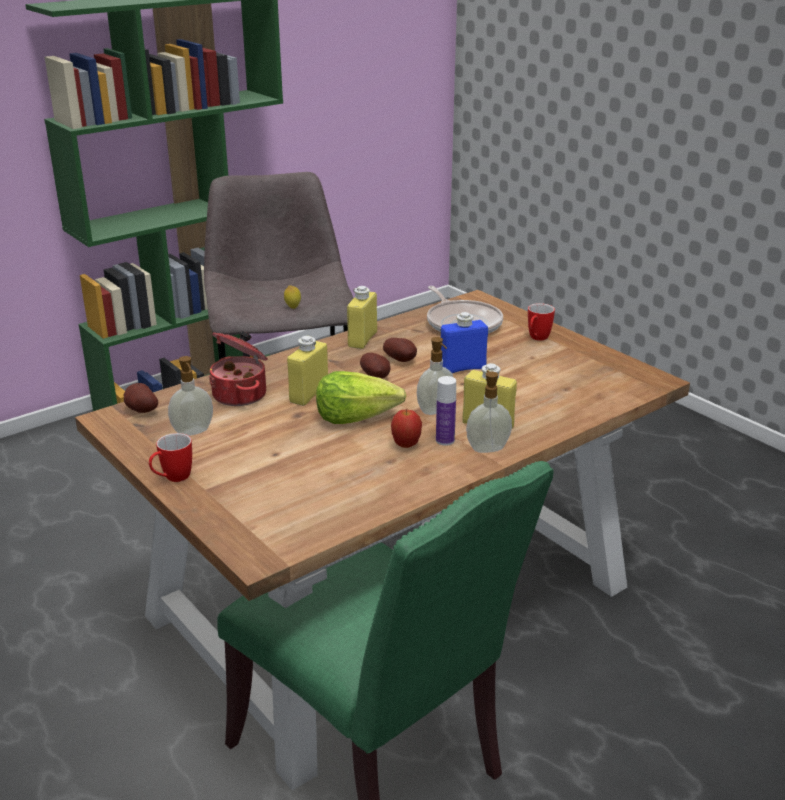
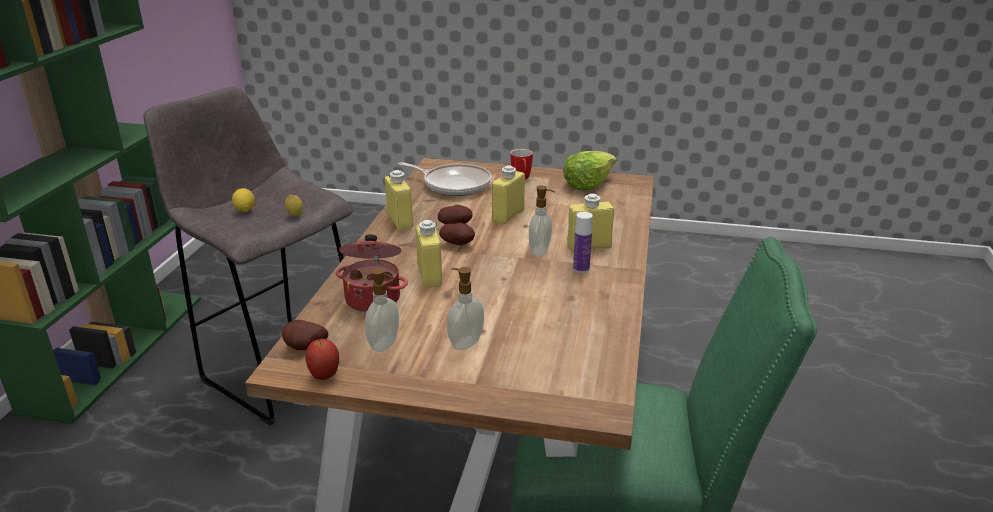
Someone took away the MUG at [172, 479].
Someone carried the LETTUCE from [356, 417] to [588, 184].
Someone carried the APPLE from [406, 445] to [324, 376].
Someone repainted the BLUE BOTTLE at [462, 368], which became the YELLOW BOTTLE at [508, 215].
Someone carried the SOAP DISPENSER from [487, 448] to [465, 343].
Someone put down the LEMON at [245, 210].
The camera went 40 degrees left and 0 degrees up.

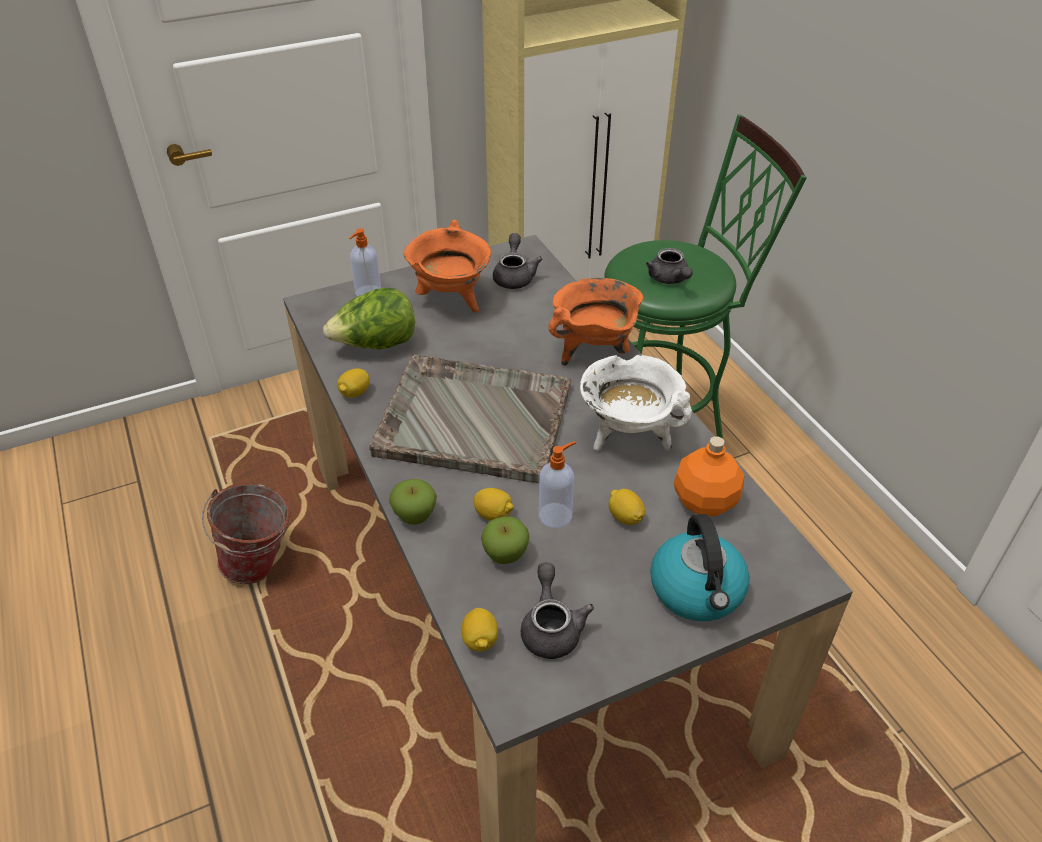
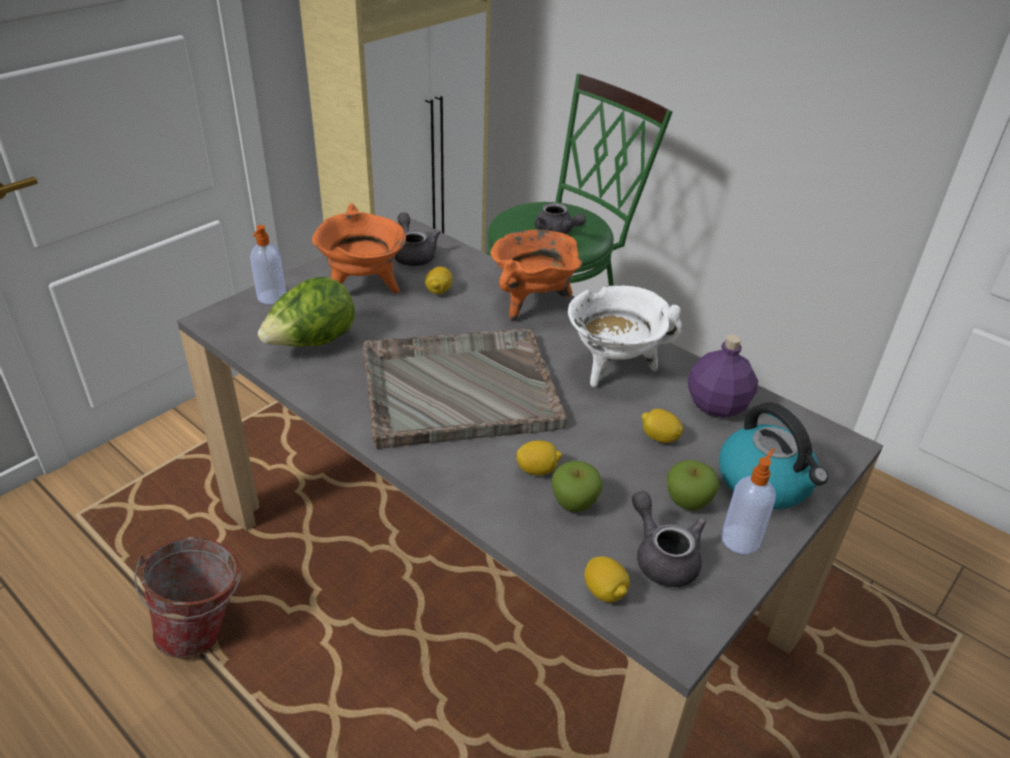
Someone carried the LEMON from [355, 393] to [439, 291].
Someone carried the APPLE from [415, 516] to [687, 502].
Someone carried the SOAP DISPENSER from [556, 515] to [741, 538].
Someone repainted the ORANGE BOTTLE at [704, 500], which became the PURPLE BOTTLE at [716, 405].
The camera went 25 degrees left and 5 degrees down.

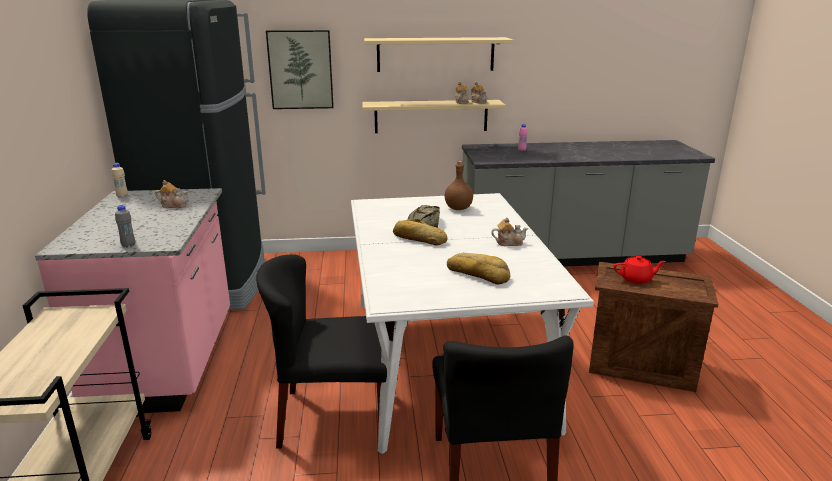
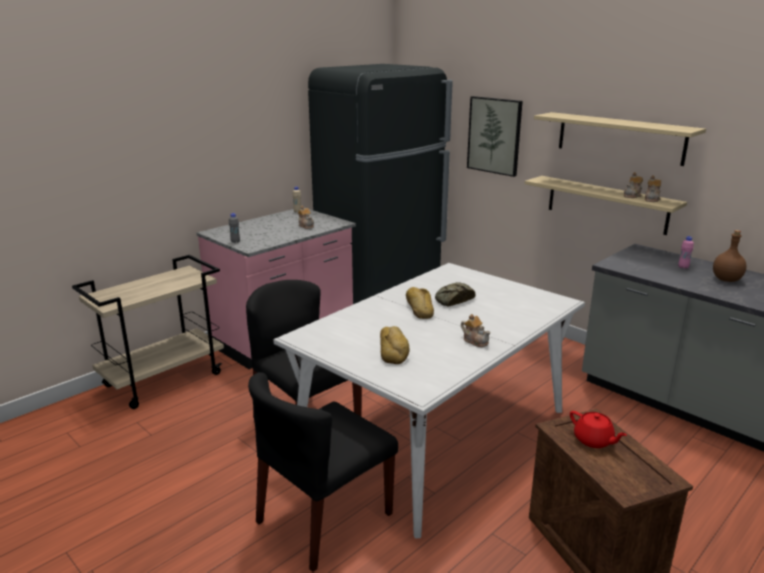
Someone carried the BROWN BOTTLE from [458, 208] to [727, 280].
The camera went 50 degrees right and 0 degrees up.

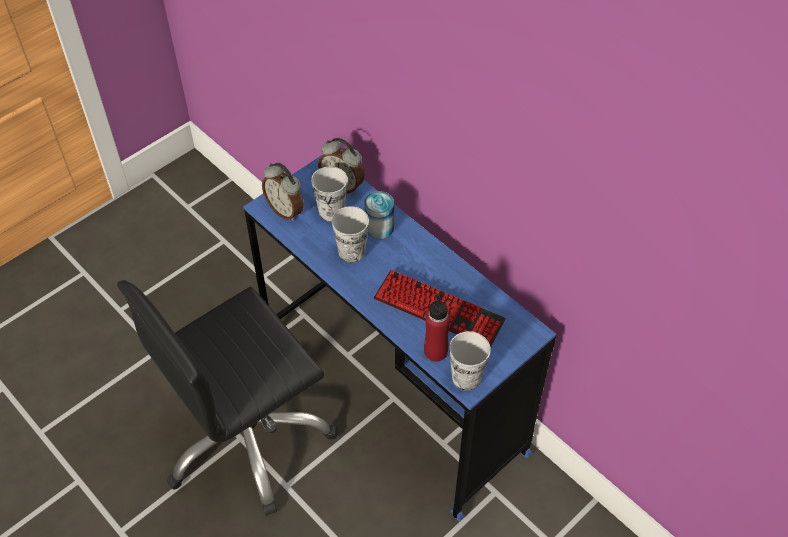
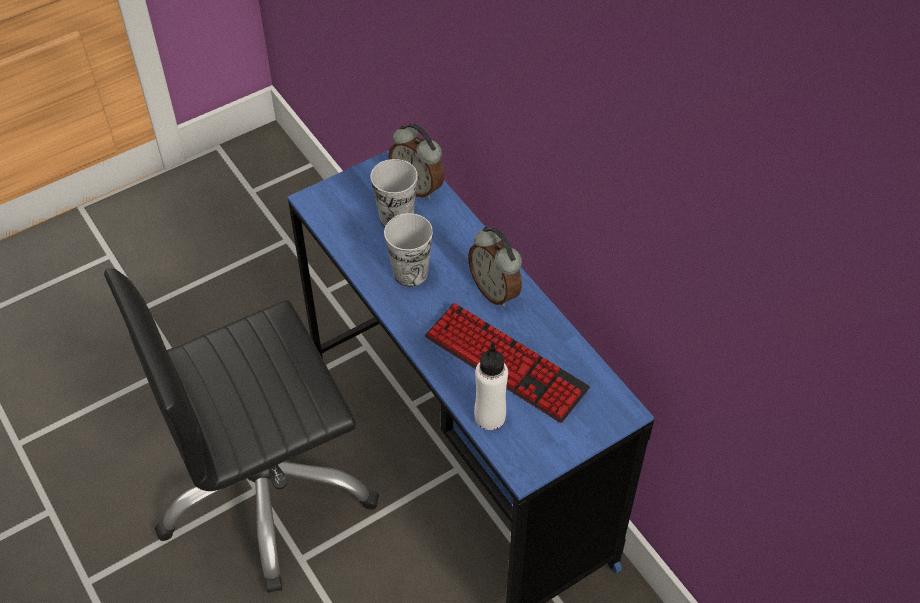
Someone carried the ALARM CLOCK from [286, 210] to [495, 291].
Someone took away the CAN at [379, 227].
Someone repainted the RED BOTTLE at [435, 351], which became the WHITE BOTTLE at [490, 417].
Someone took away the CUP at [466, 377].
The camera went 10 degrees right and 0 degrees up.

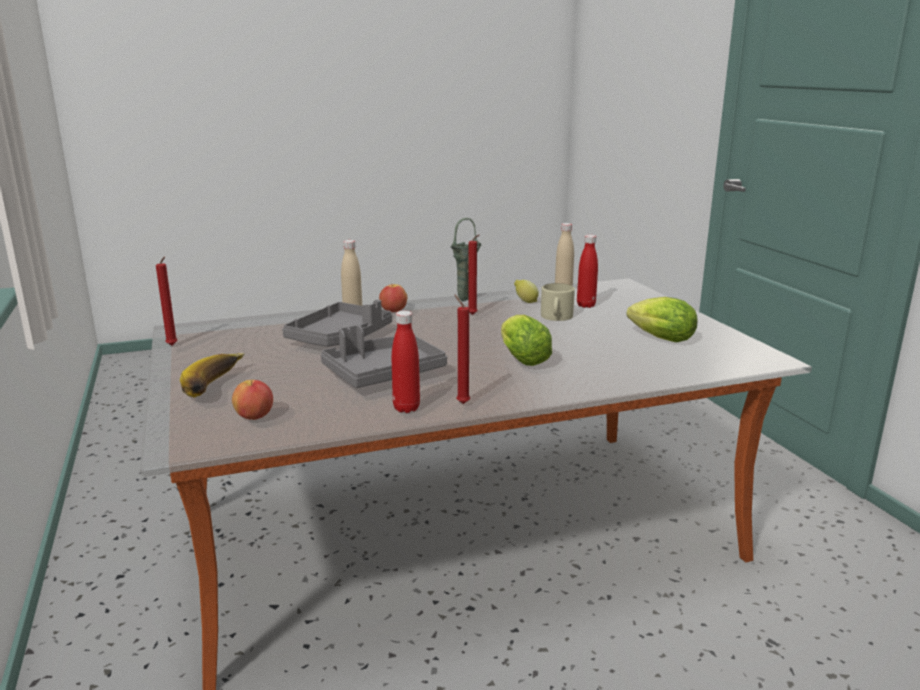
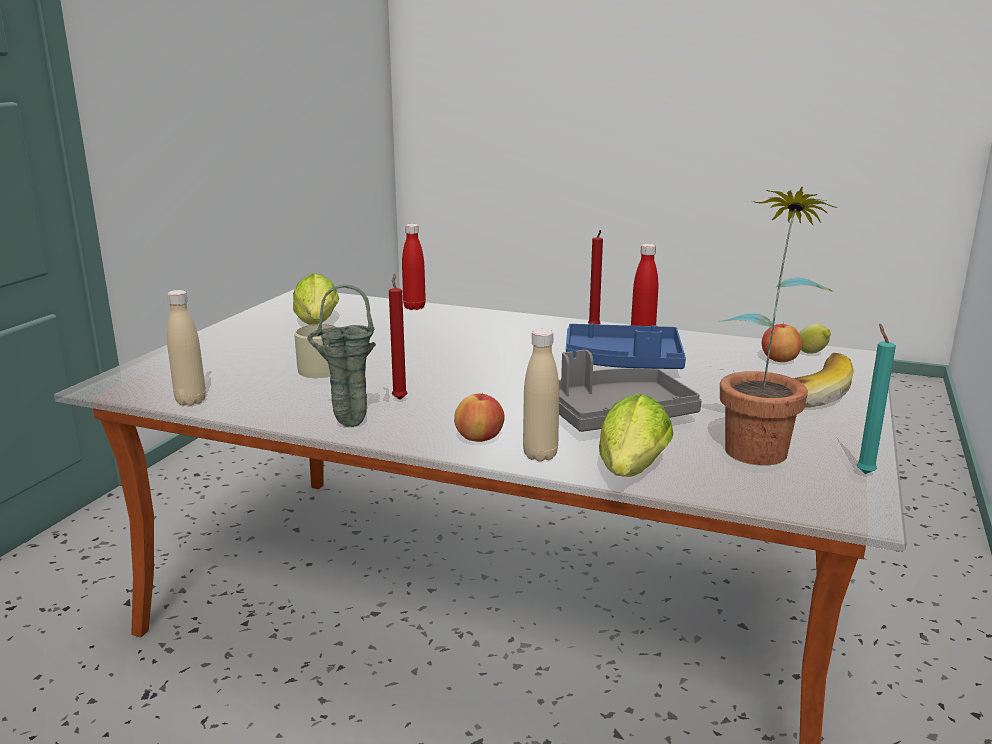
Someone repainted the RED CANDLE at [173, 346], which became the TURQUOISE CANDLE at [863, 472].
Someone repainted the GREY TRAY at [383, 374], which became the BLUE TRAY at [623, 363].
Someone carried the LETTUCE from [521, 358] to [630, 474].
Someone carried the LEMON from [525, 302] to [812, 354].
Someone carried the RED BOTTLE from [586, 305] to [414, 307].
Someone put down the POTTED PLANT at [761, 444].
The camera went 140 degrees left and 0 degrees up.

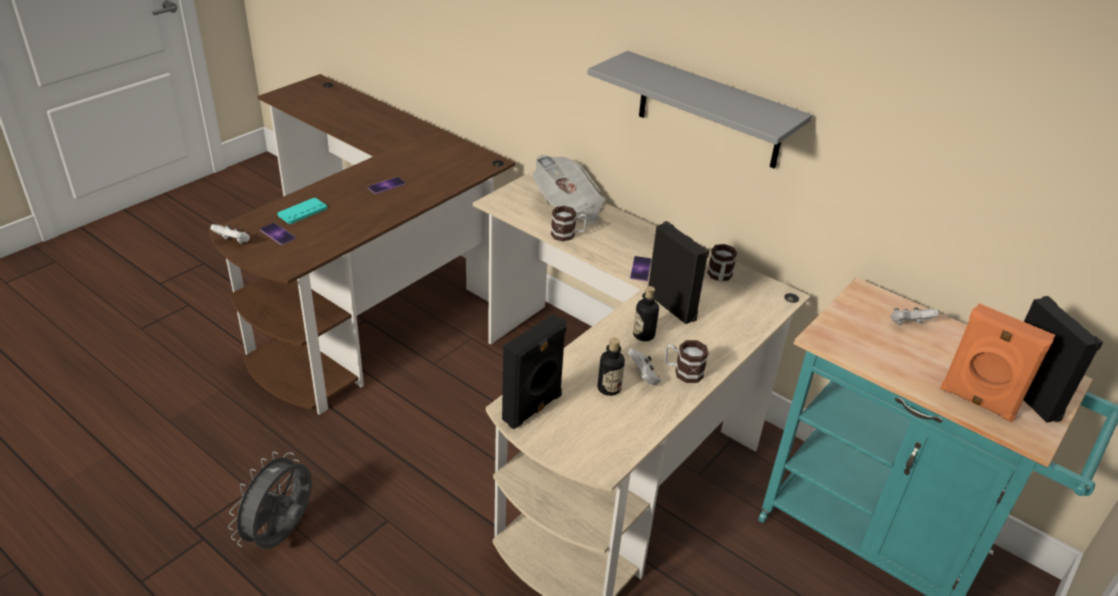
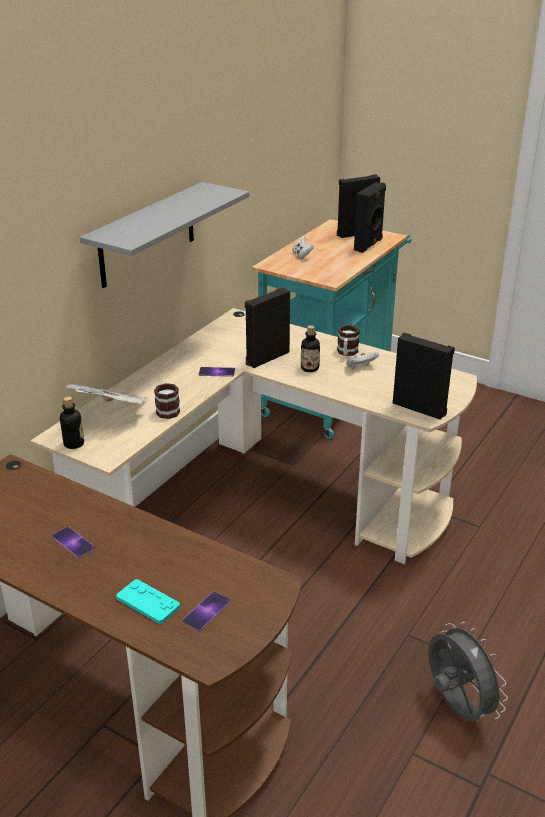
Someone took away the WHITE GAME CONTROLLER at [233, 242].
Someone rotated the GREY FAN at [282, 535] by 135 degrees counterclockwise.
Someone carried the BOTTLE from [609, 388] to [74, 444].
Someone took away the MUG at [719, 277].
Someone repainted the ORANGE SPEAKER at [977, 402], which became the BLACK SPEAKER at [369, 245].
The camera went 95 degrees left and 5 degrees down.

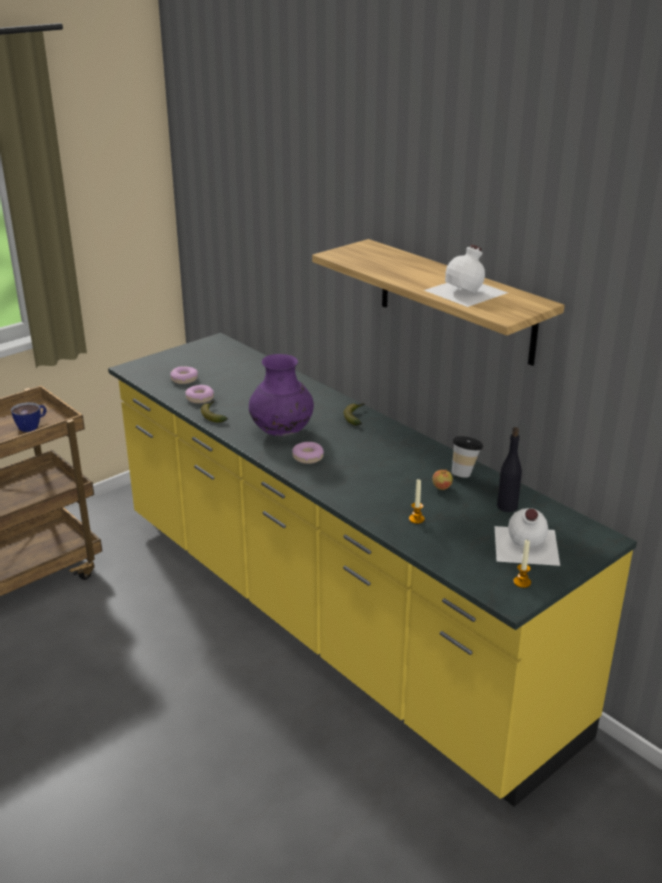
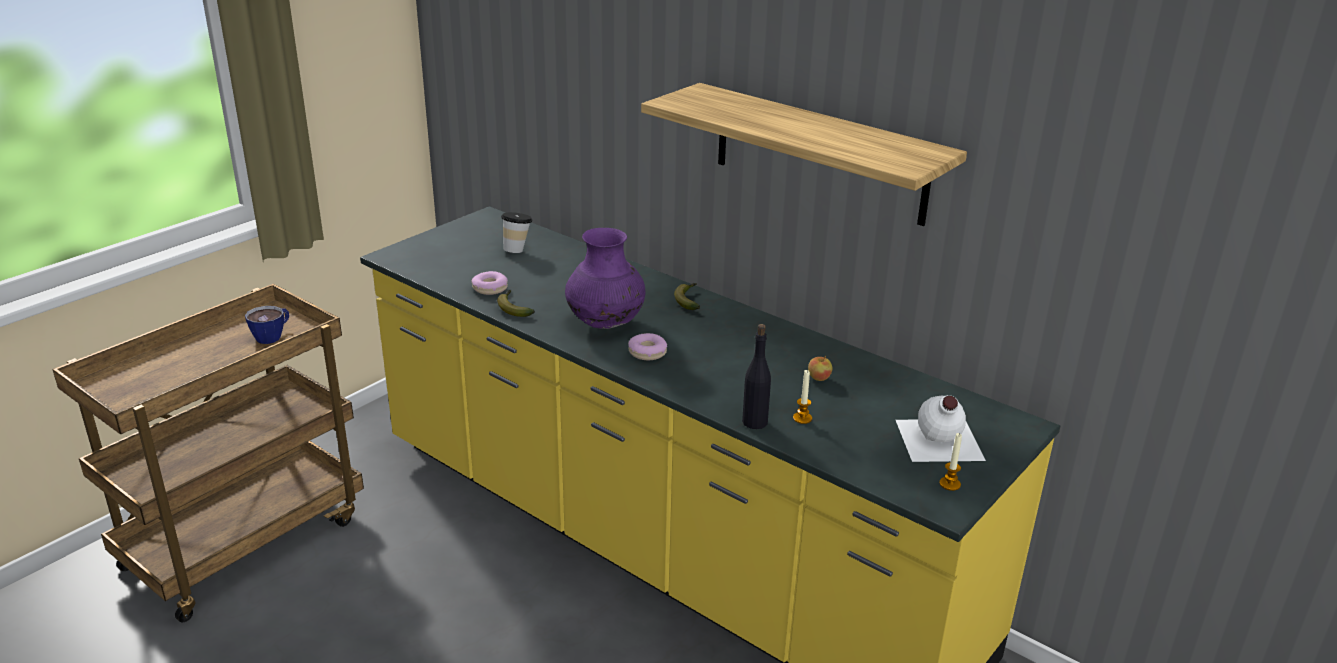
Someone took away the DONUT at [184, 379].
Someone took away the WHITE BOTTLE at [467, 291].
Someone carried the CUP from [464, 473] to [517, 250].
Someone carried the BLACK BOTTLE from [507, 506] to [755, 422].
The camera went 10 degrees left and 0 degrees up.

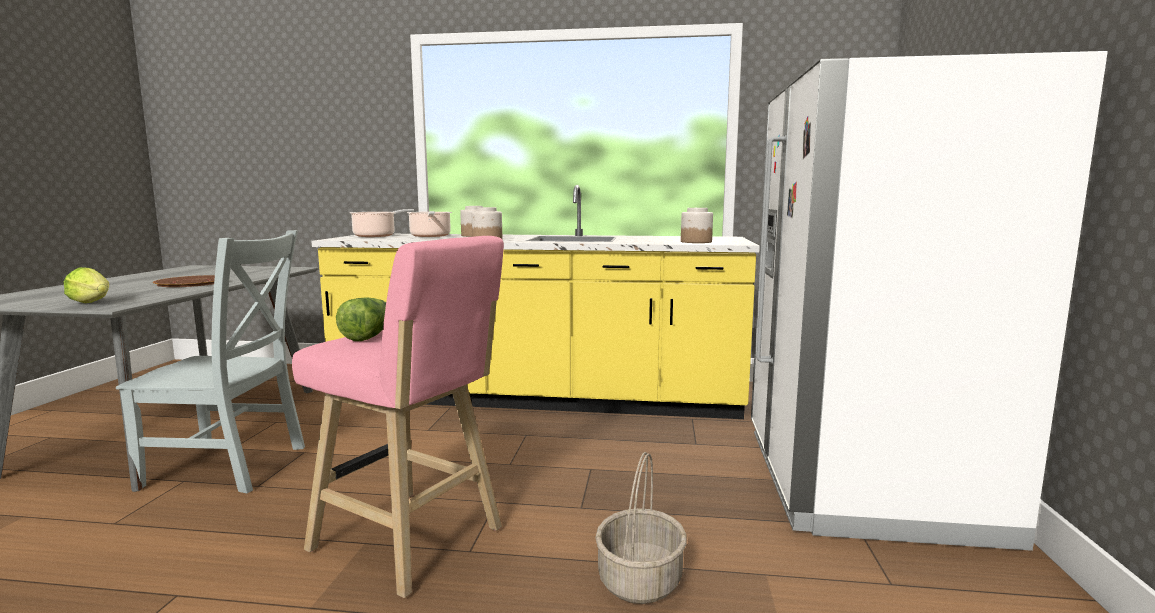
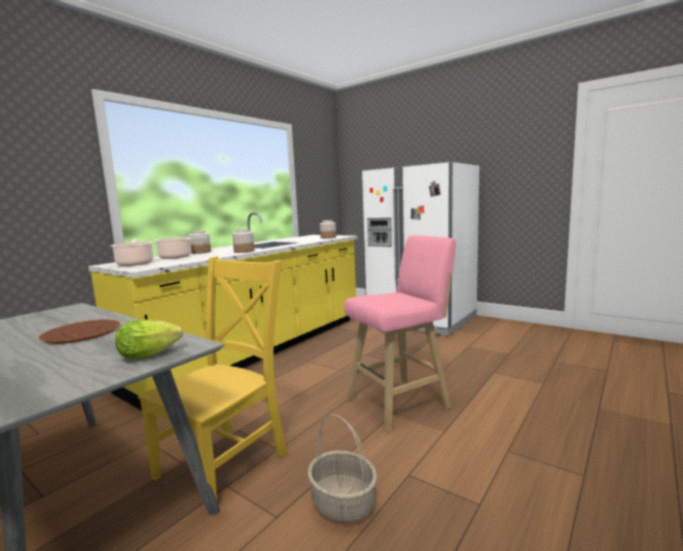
Someone repainted the GREY CHAIR at [231, 467], which became the YELLOW CHAIR at [227, 462].
Someone took away the LETTUCE at [368, 336].
Someone carried the BASKET from [639, 579] to [342, 503].
The camera went 60 degrees left and 0 degrees up.

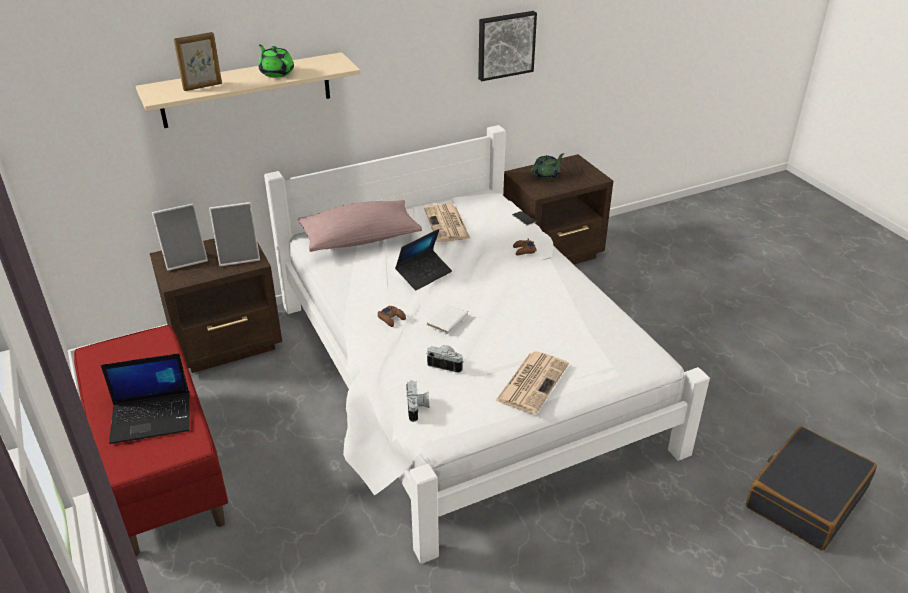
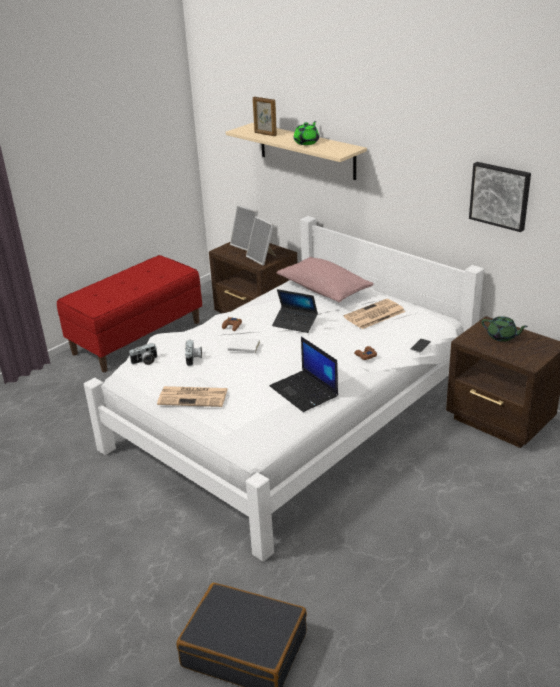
Someone carried the LAPTOP from [152, 417] to [305, 391].
The camera went 70 degrees right and 5 degrees down.

